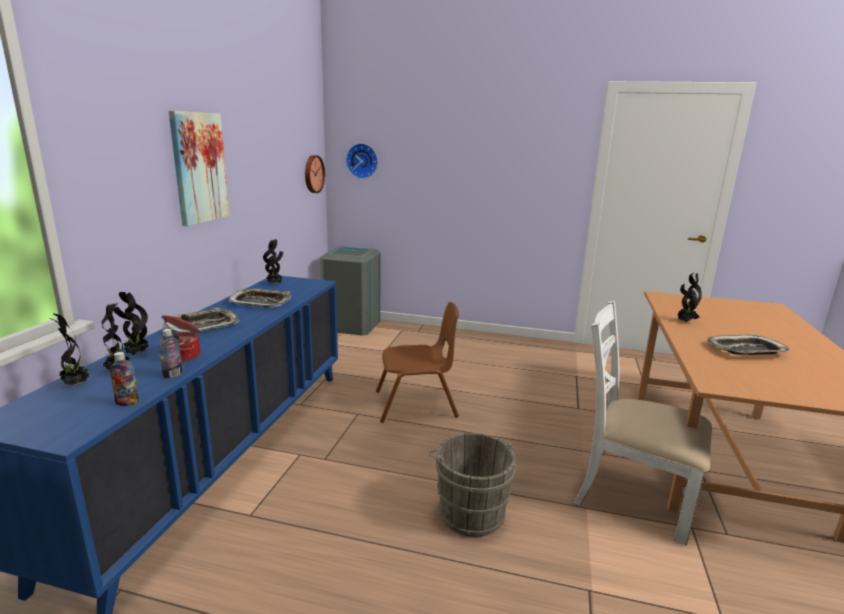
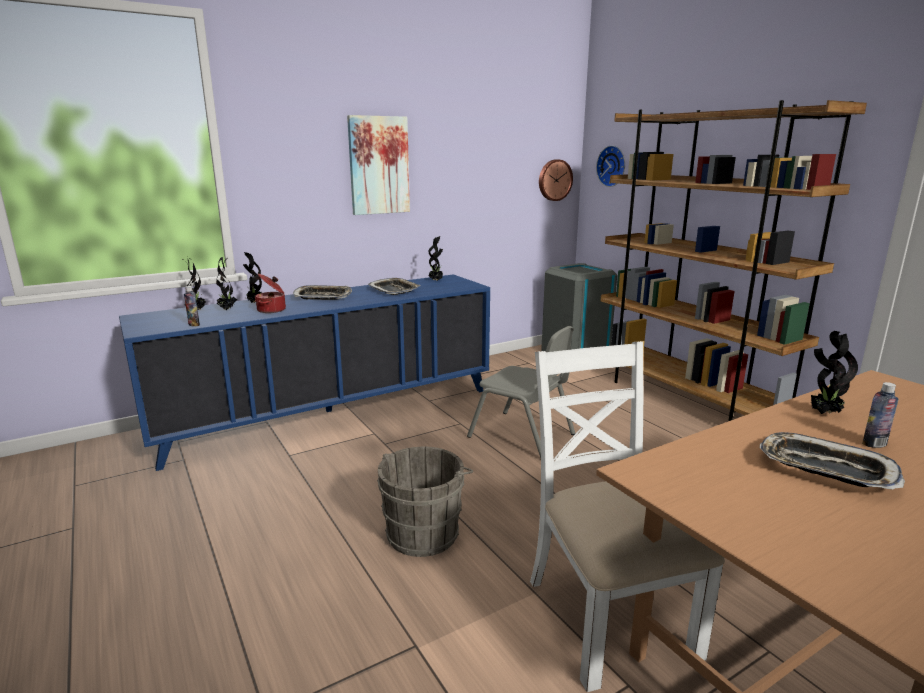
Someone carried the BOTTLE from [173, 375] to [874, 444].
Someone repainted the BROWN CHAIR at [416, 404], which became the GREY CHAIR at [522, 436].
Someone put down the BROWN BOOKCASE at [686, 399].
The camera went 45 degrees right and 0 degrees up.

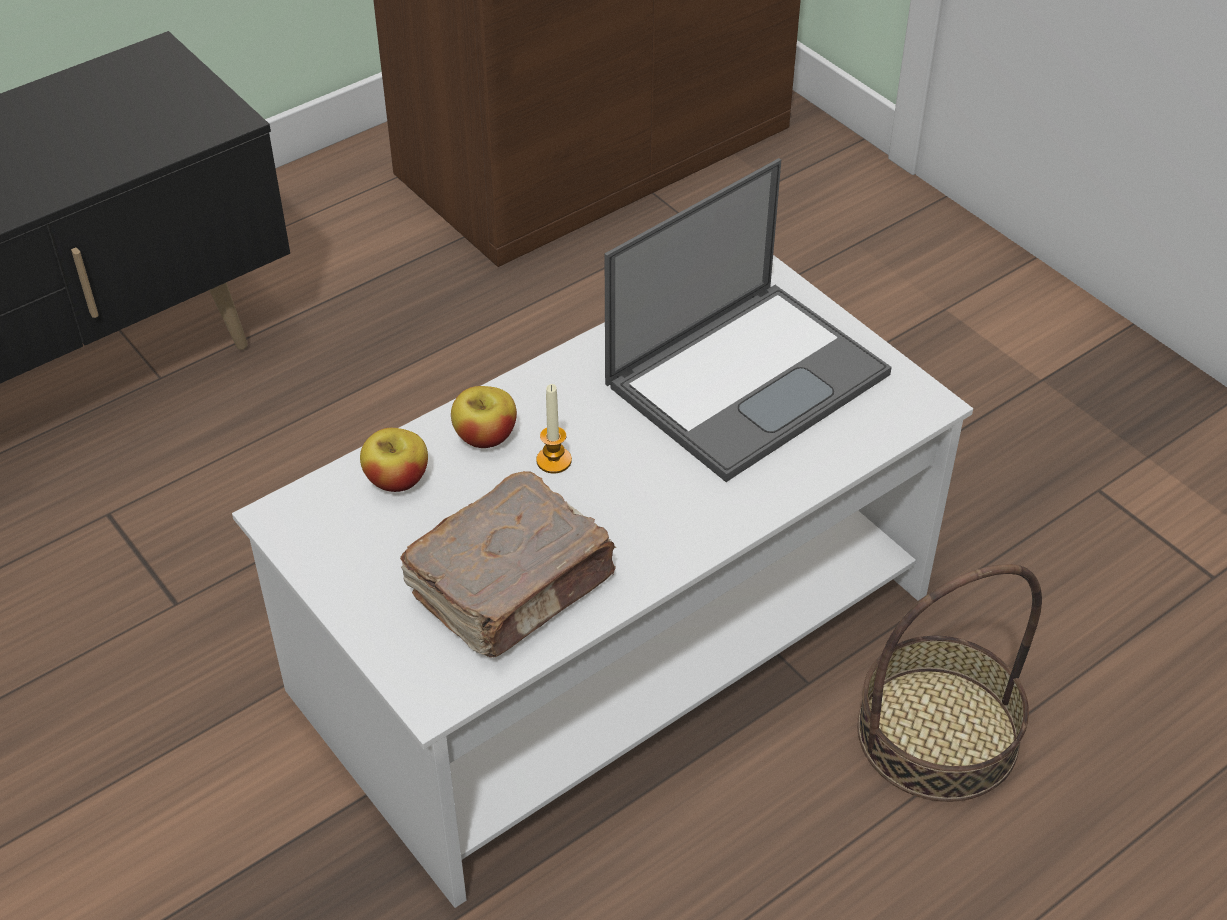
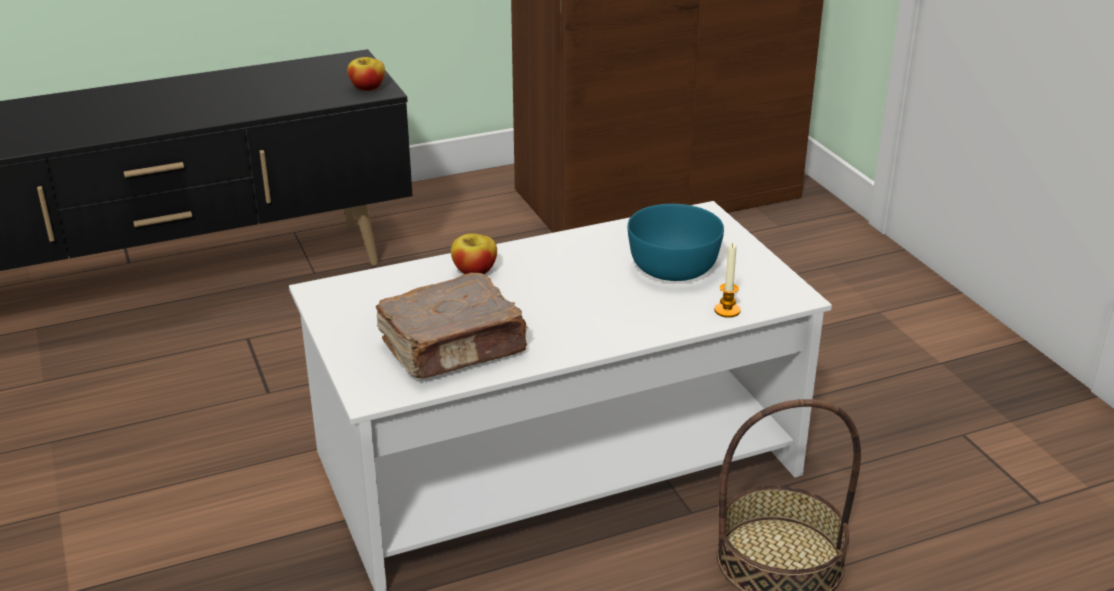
Someone carried the APPLE from [397, 480] to [367, 87].
Someone carried the CANDLE from [554, 461] to [727, 310].
Someone swapped the LAPTOP at [748, 377] for the TURQUOISE BOWL at [673, 266].
The camera went 15 degrees right and 15 degrees down.

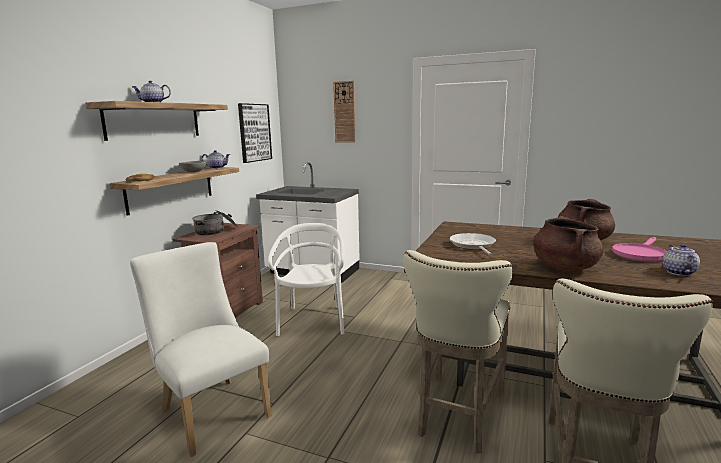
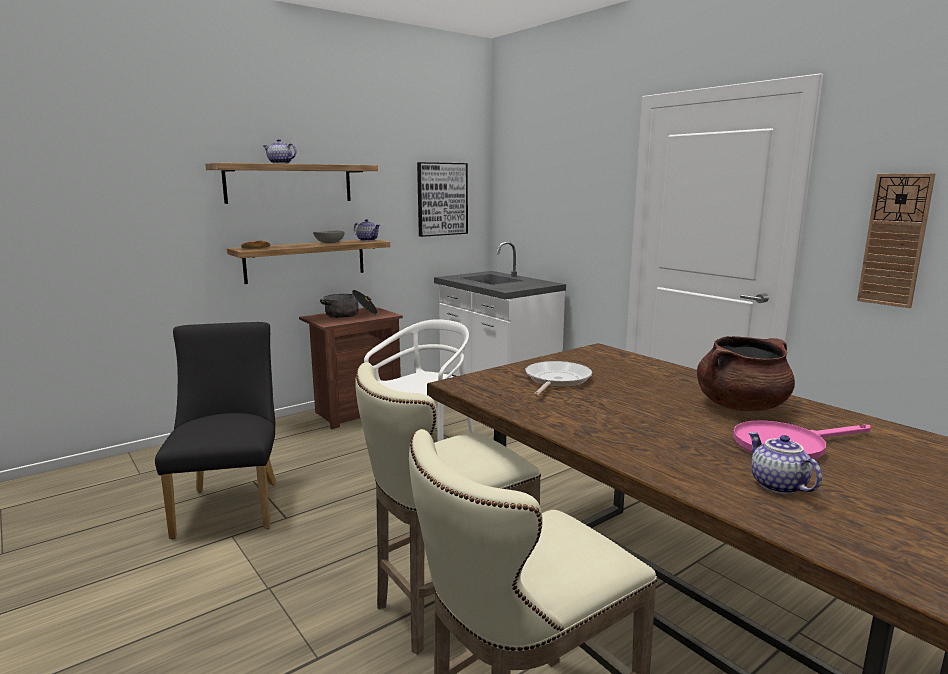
Someone repainted the WHITE CHAIR at [211, 410], which became the BLACK CHAIR at [231, 504].
Someone carried the WALL CLOCK from [345, 112] to [894, 240].
Someone took away the BROWN COOKING POT at [564, 267].
Someone rotated the TEAPOT at [677, 272] by 60 degrees counterclockwise.
The camera went 30 degrees right and 0 degrees up.

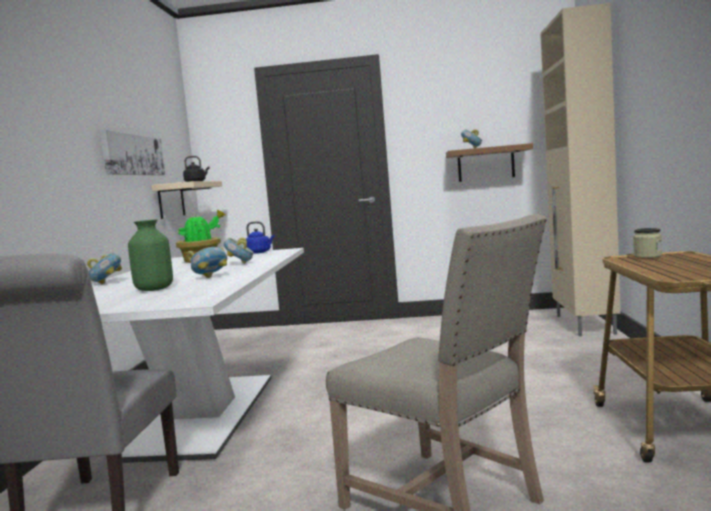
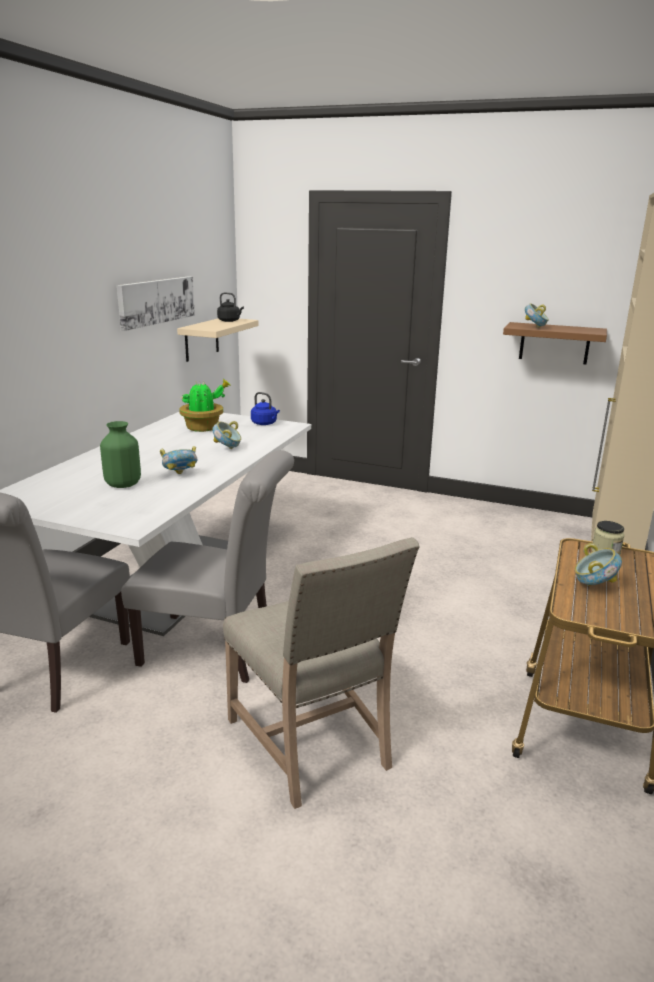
Someone carried the BOWL from [106, 283] to [593, 585].
Someone put down the GREY CHAIR at [215, 652].
The camera went 15 degrees right and 15 degrees up.

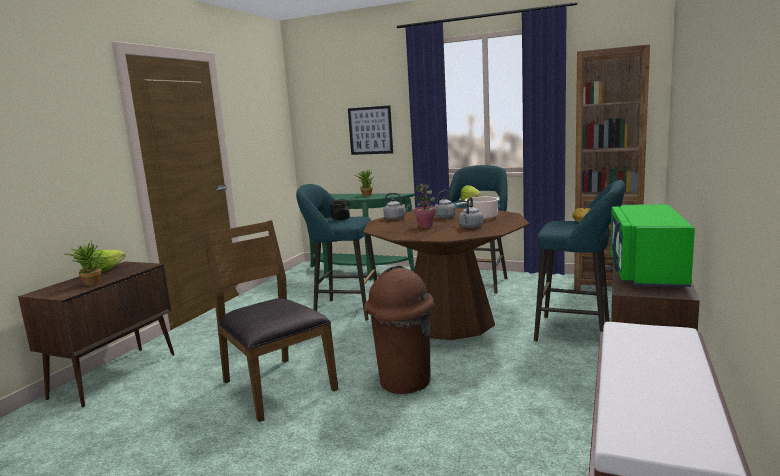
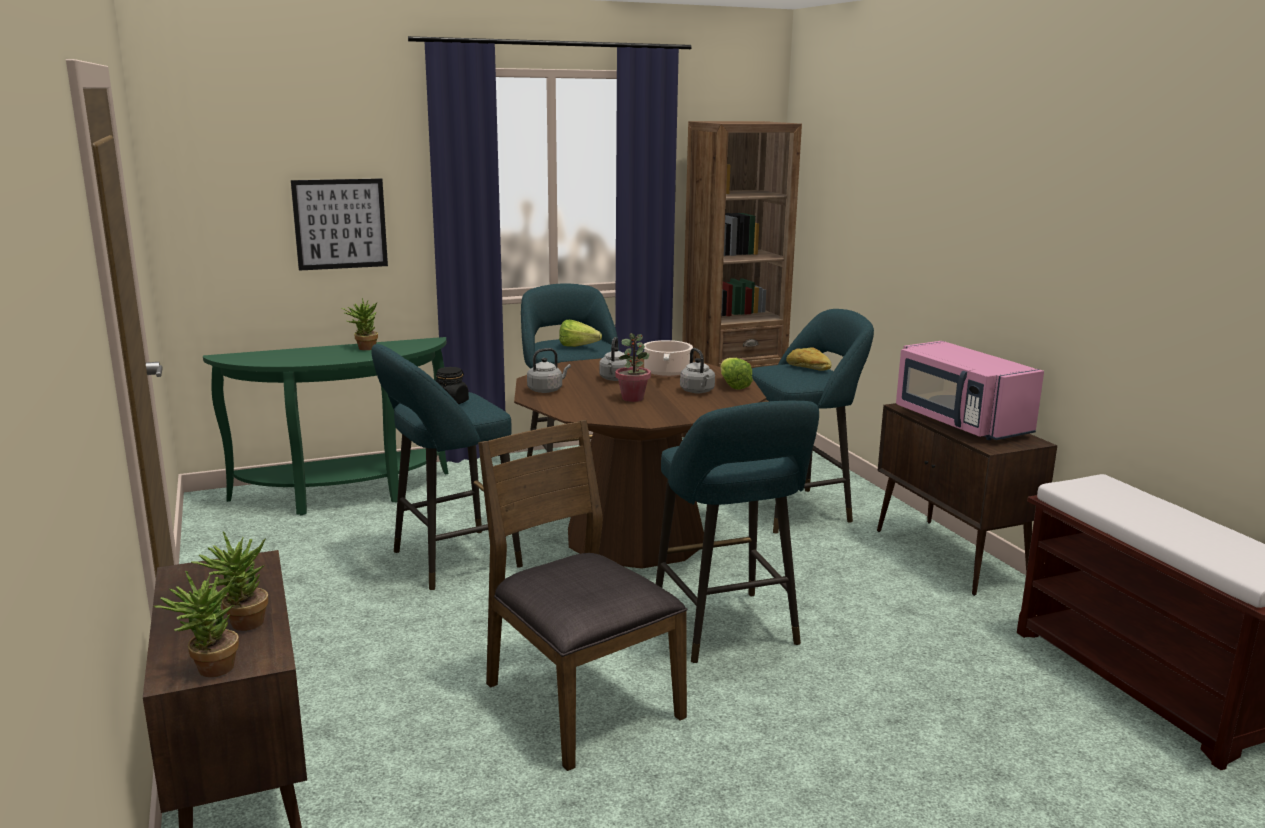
Someone carried the LETTUCE from [111, 268] to [732, 384].
Someone rotated the BROWN CHAIR at [276, 386] by 45 degrees clockwise.
Someone swapped the BROWN TRASH CAN at [403, 382] for the TURQUOISE STOOL at [728, 631].
Someone repainted the GREEN MICROWAVE at [645, 272], which became the PINK MICROWAVE at [959, 422].
Someone put down the POTTED PLANT at [208, 670].
The camera went 45 degrees left and 5 degrees up.

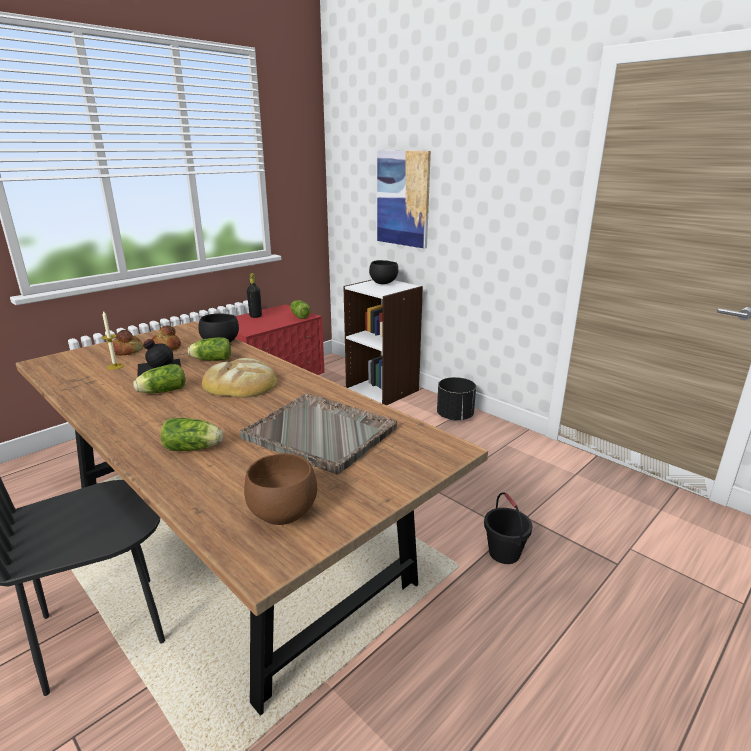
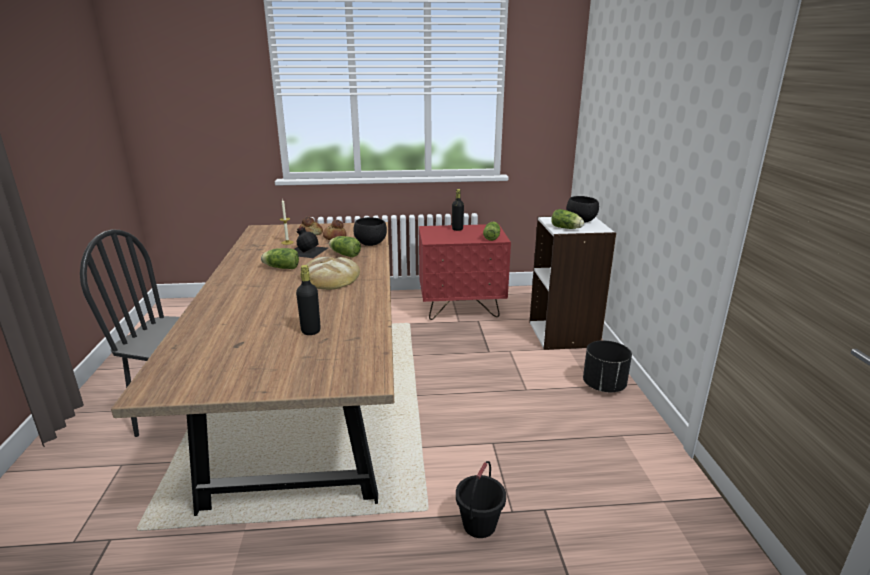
Someone carried the LETTUCE from [194, 448] to [567, 228].
Someone swapped the GREY TRAY at [321, 434] for the BLACK BOTTLE at [311, 331].
Someone took away the BROWN BOWL at [281, 514].
Someone took away the PICTURE at [403, 198].
The camera went 40 degrees right and 0 degrees up.

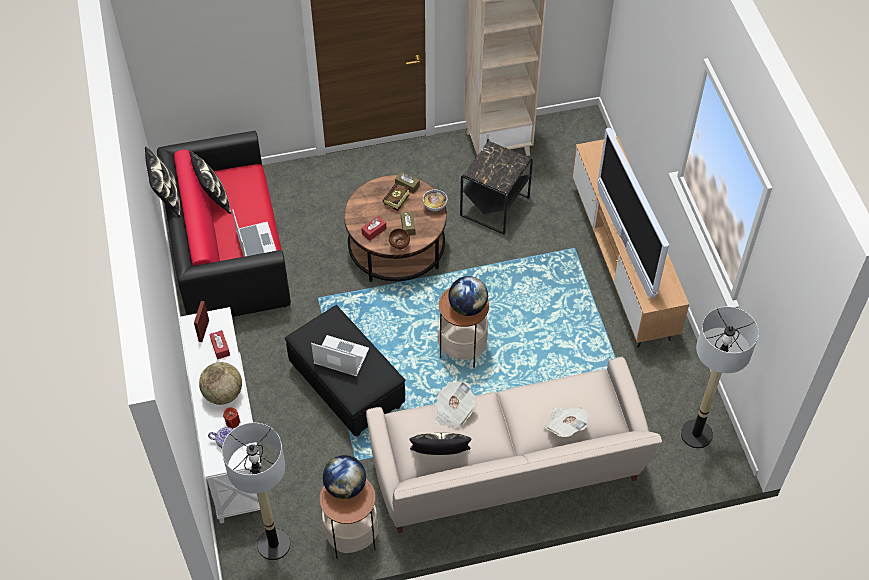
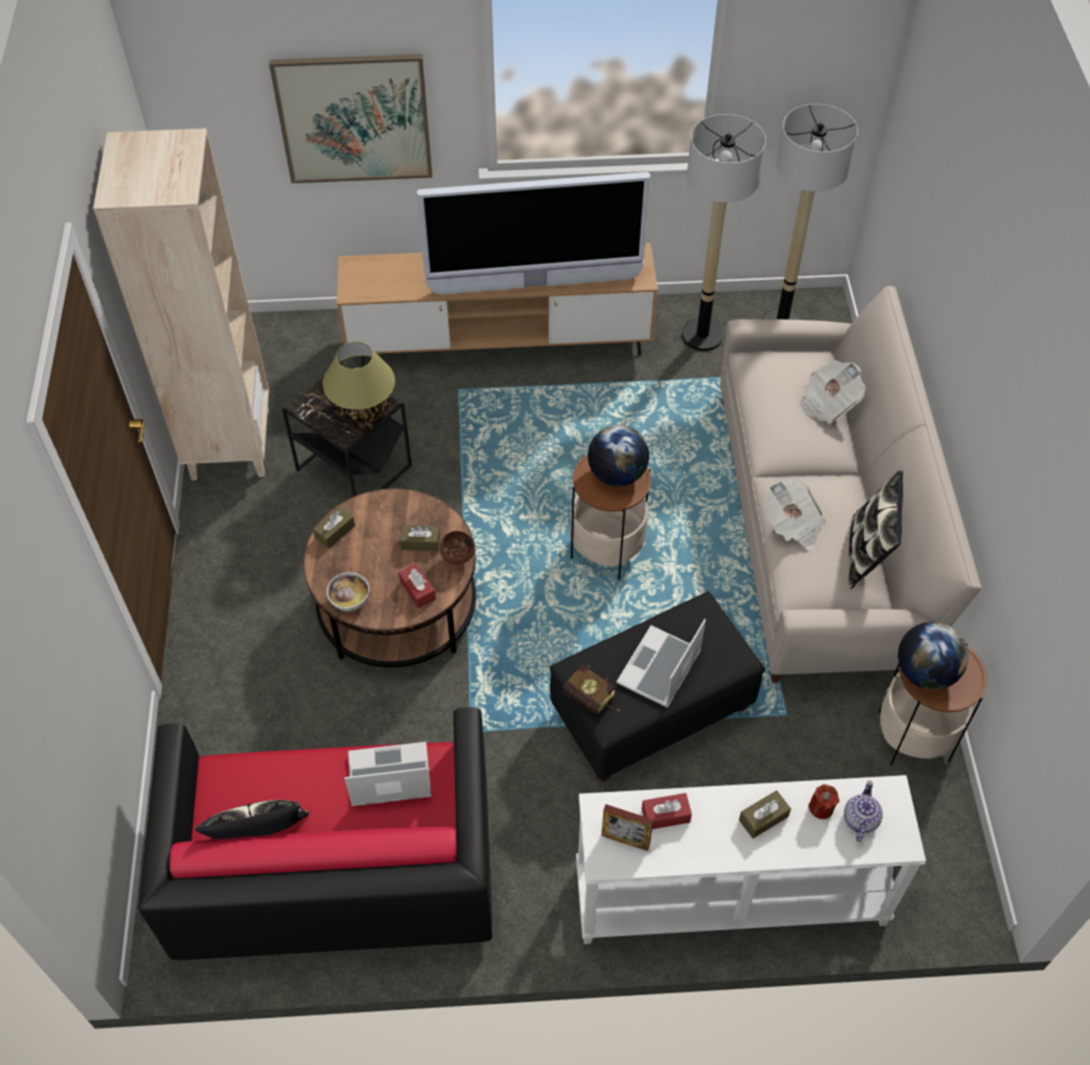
Someone took away the PILLOW at [167, 198].
Someone swapped the GLOBE at [223, 394] for the BROWN TISSUE BOX at [763, 818].
Someone carried the FLOOR LAMP from [274, 545] to [702, 335].
Someone carried the BOOK from [395, 203] to [592, 701].
Someone carried the BOWL from [435, 206] to [350, 601].
Someone put up the PICTURE at [354, 118].
Someone put down the TABLE LAMP at [363, 407].
The camera went 80 degrees left and 0 degrees up.

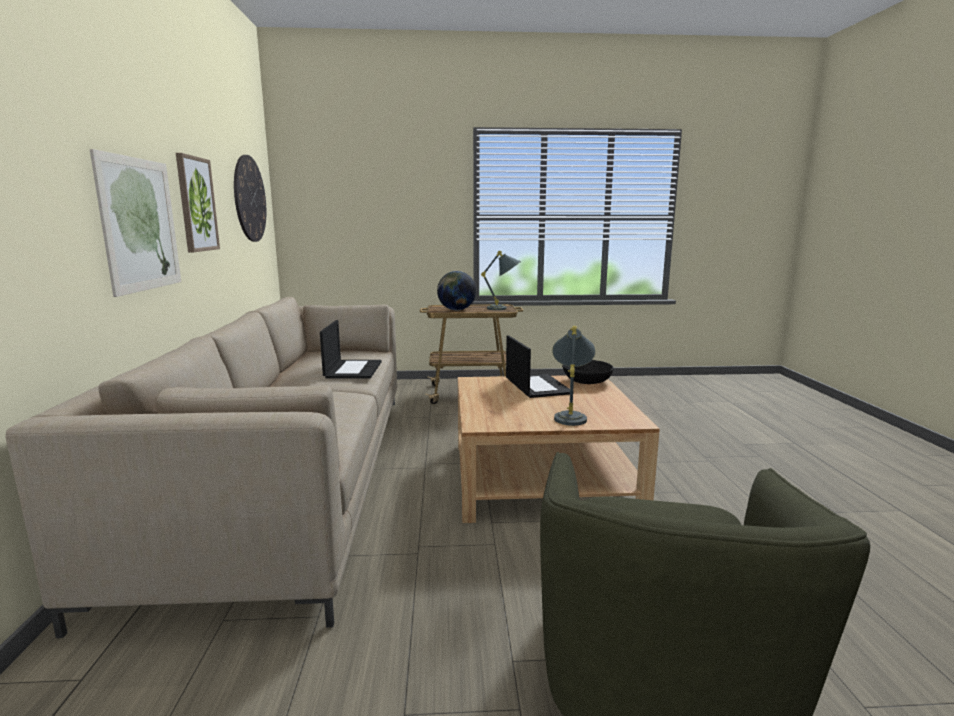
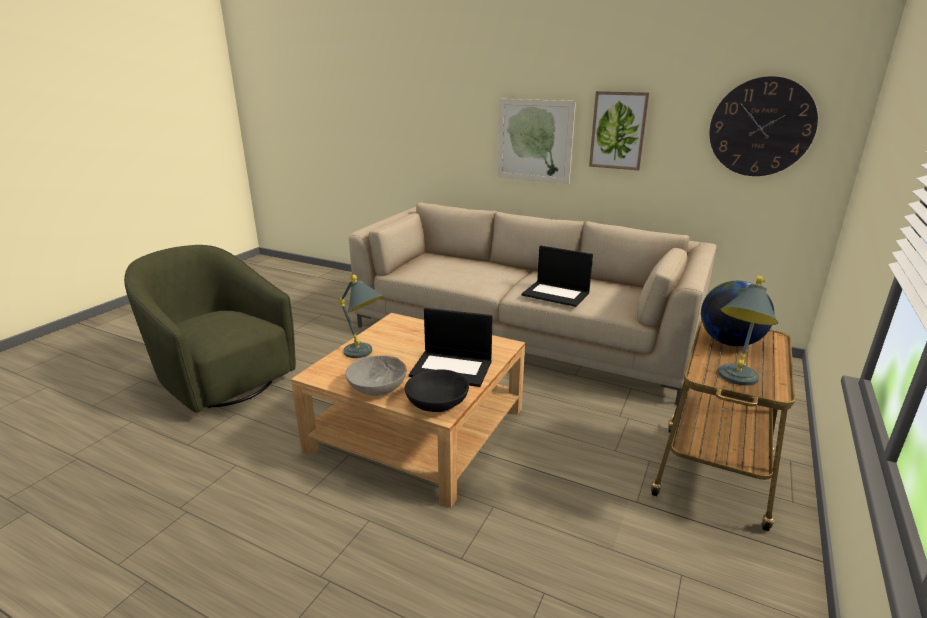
Someone put down the GREY BOWL at [377, 386].
The camera went 120 degrees right and 10 degrees up.

